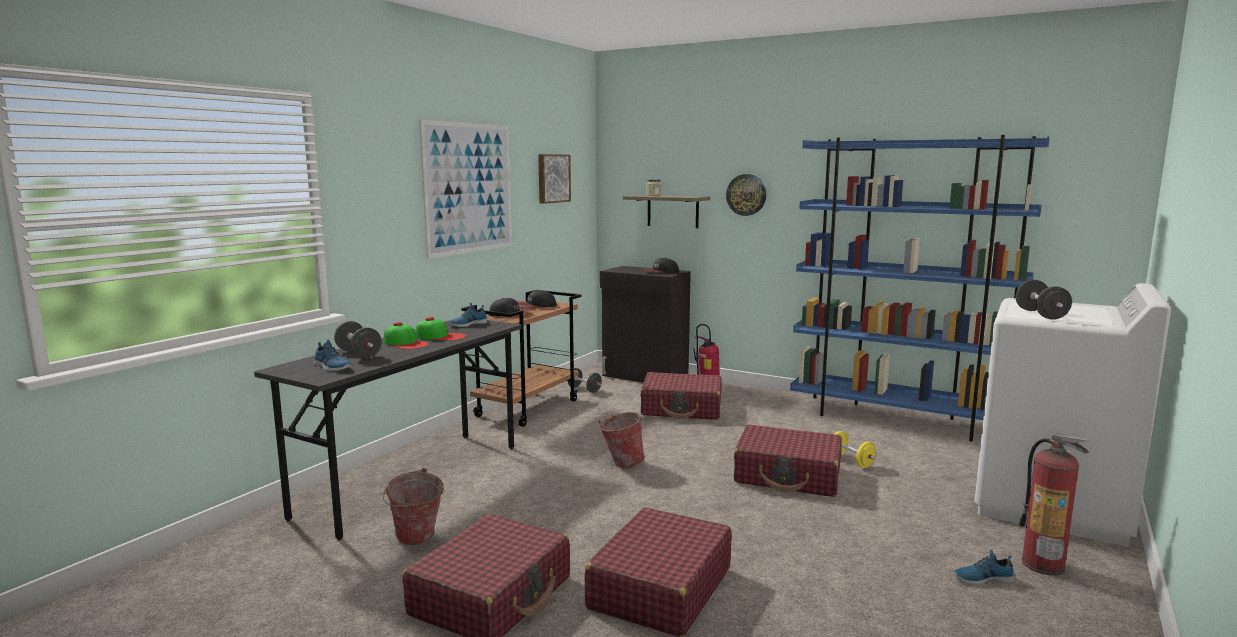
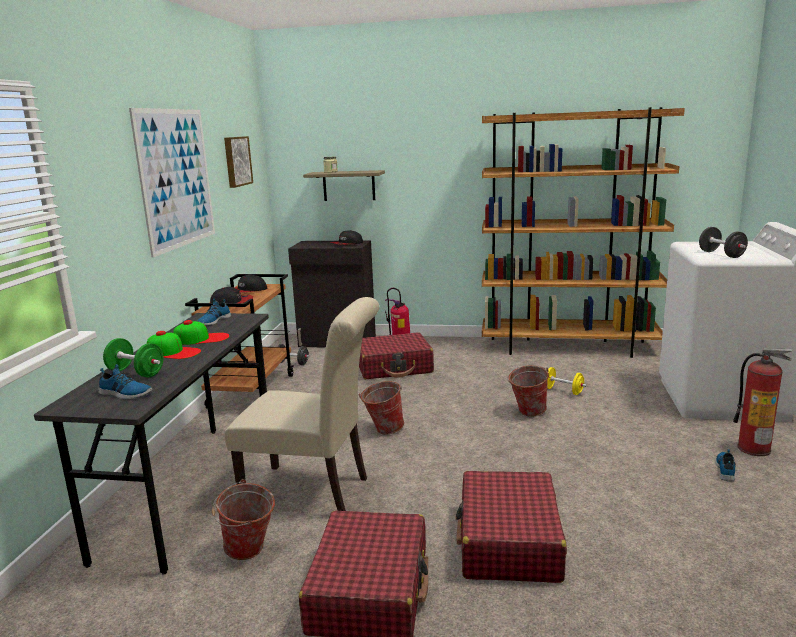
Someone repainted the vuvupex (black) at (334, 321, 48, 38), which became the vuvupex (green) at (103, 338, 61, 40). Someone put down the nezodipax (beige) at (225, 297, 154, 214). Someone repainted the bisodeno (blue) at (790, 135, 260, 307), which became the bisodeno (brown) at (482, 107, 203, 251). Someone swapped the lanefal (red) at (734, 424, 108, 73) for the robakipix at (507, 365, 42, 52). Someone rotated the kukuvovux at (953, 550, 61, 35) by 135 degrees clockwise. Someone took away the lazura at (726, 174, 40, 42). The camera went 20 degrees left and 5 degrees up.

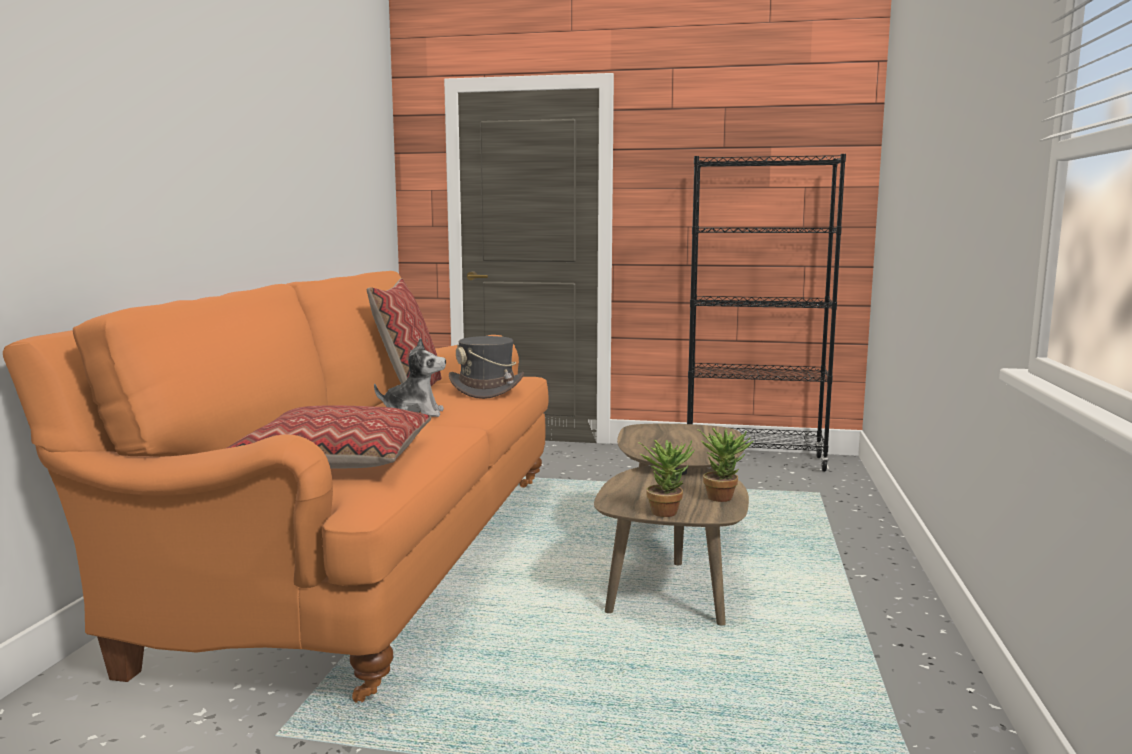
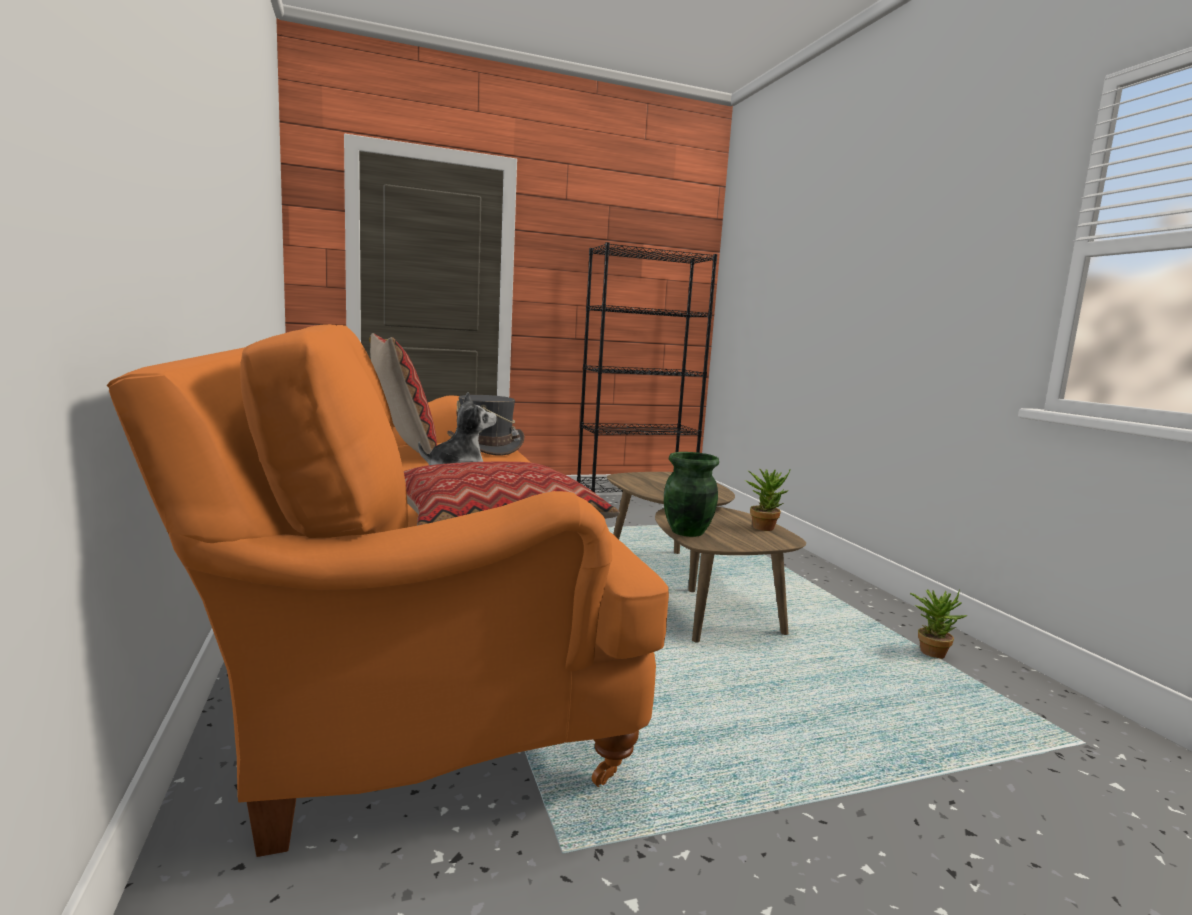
Someone put down the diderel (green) at (664, 452, 55, 85). Someone carried the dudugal from (638, 440, 56, 77) to (910, 589, 57, 70). The camera went 30 degrees left and 0 degrees up.

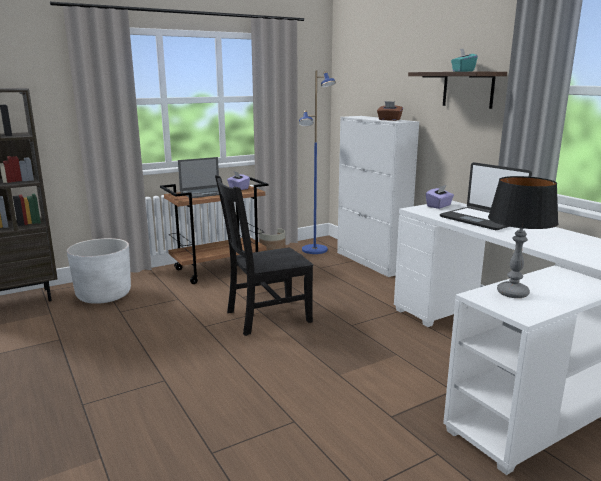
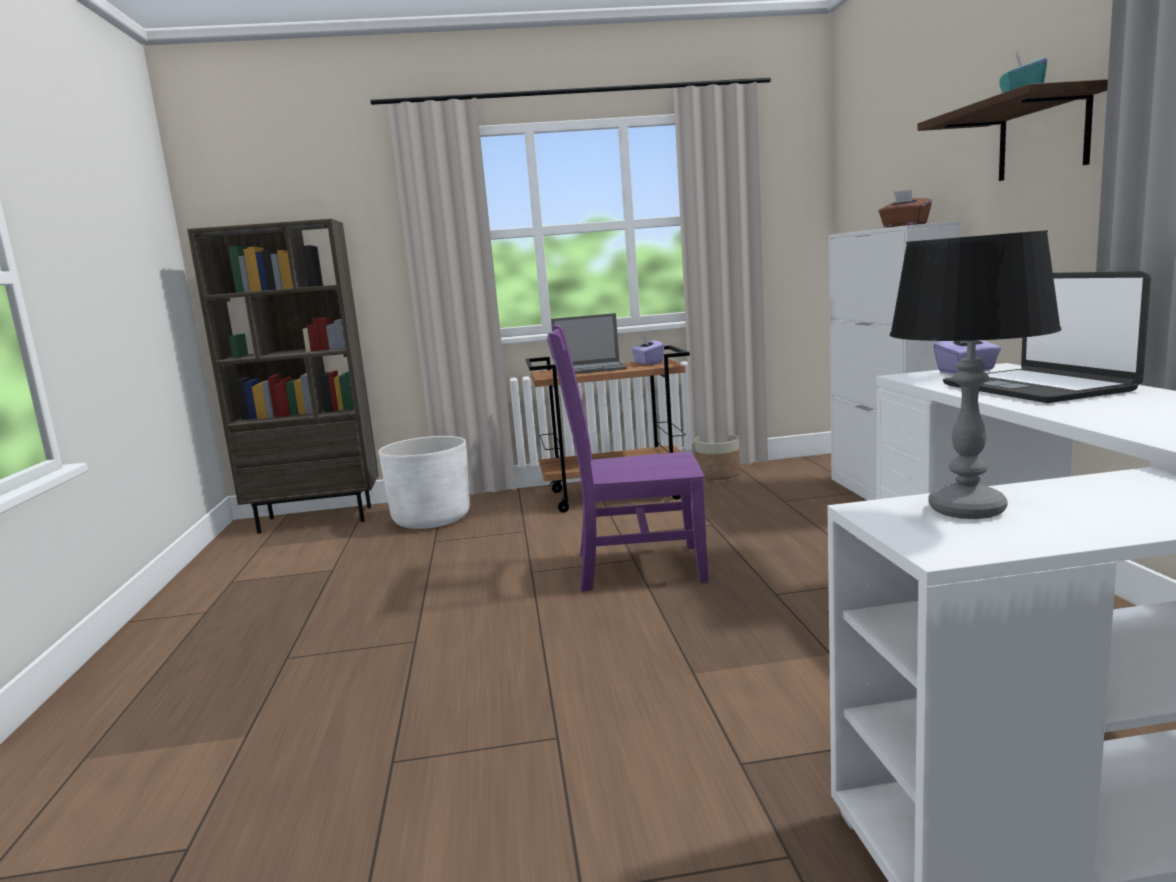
Someone repainted the nezodipax (black) at (215, 175, 98, 161), which became the nezodipax (purple) at (547, 325, 161, 267). Someone took away the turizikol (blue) at (299, 70, 37, 184). The camera went 25 degrees right and 5 degrees down.

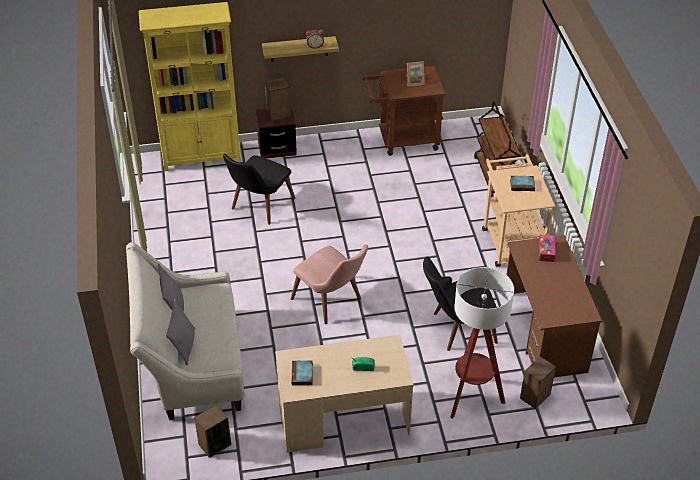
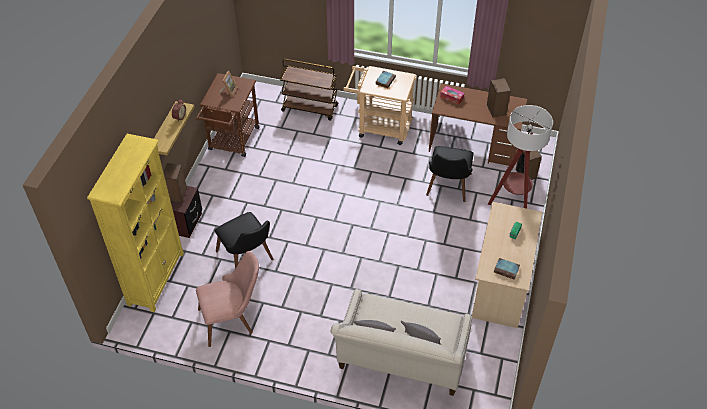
Someone carried the nezodipax (pink) from (291, 245, 77, 80) to (196, 251, 63, 96). Someone carried the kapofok from (194, 404, 37, 54) to (487, 78, 24, 39). The camera went 65 degrees left and 5 degrees up.

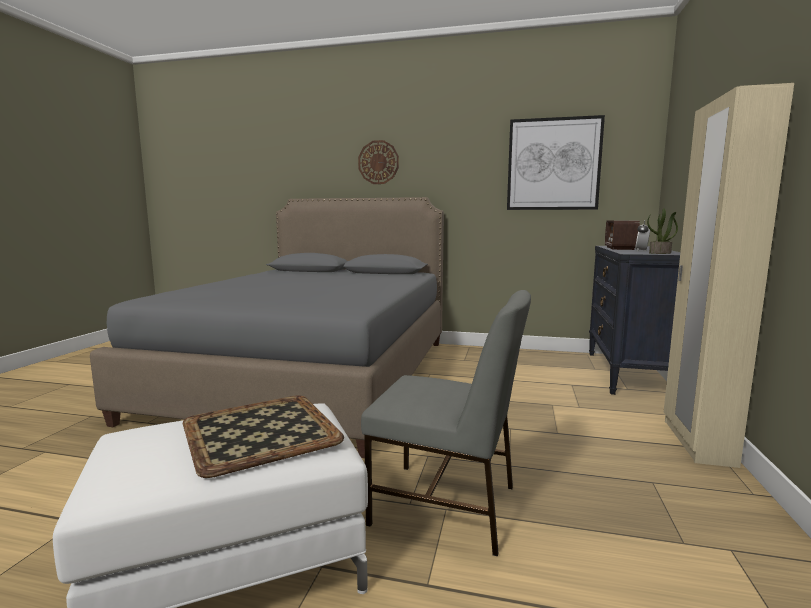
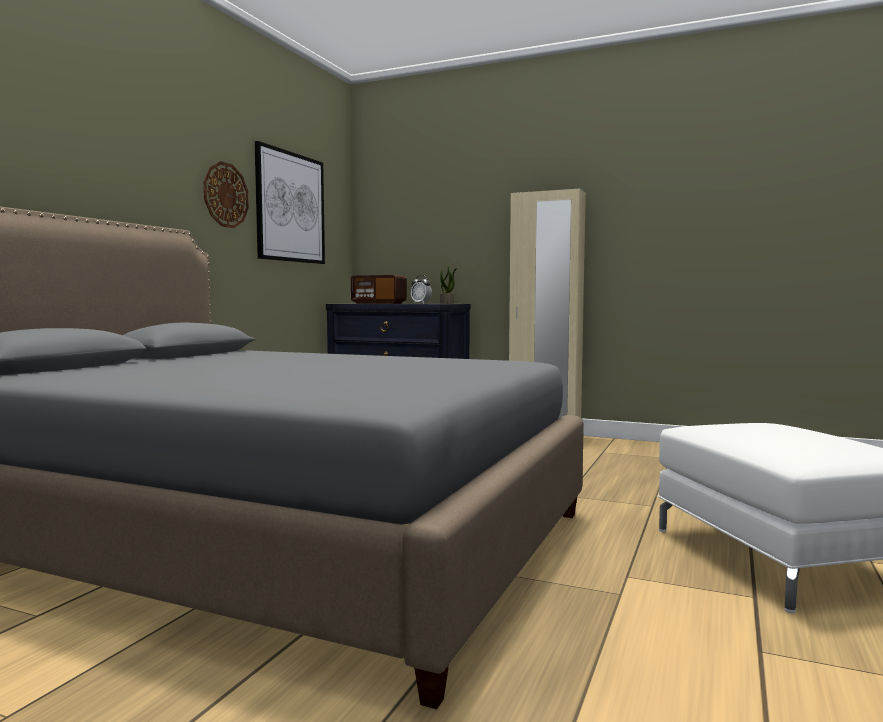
Someone carried the lazura from (358, 140, 41, 44) to (204, 161, 45, 67). Someone took away the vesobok at (183, 395, 161, 83). Someone took away the nezodipax (grey) at (361, 290, 170, 266). The camera went 80 degrees left and 5 degrees down.

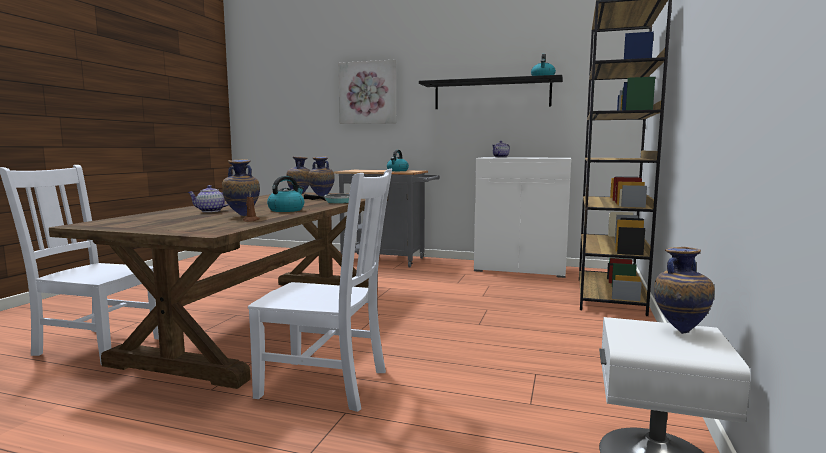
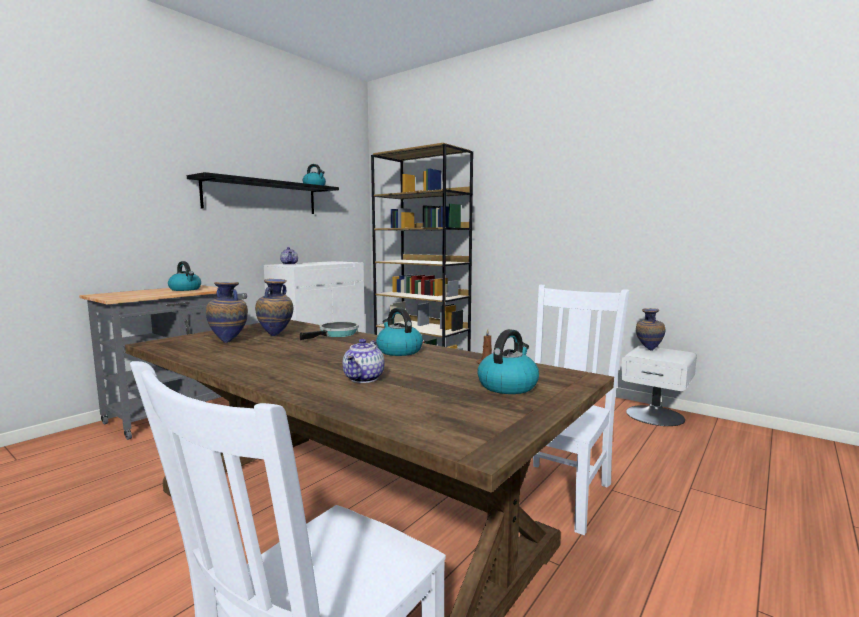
Someone put down the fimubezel at (477, 329, 62, 65). Someone took away the diderel at (222, 159, 38, 57). Someone took away the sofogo at (338, 59, 58, 65). The camera went 70 degrees left and 0 degrees up.

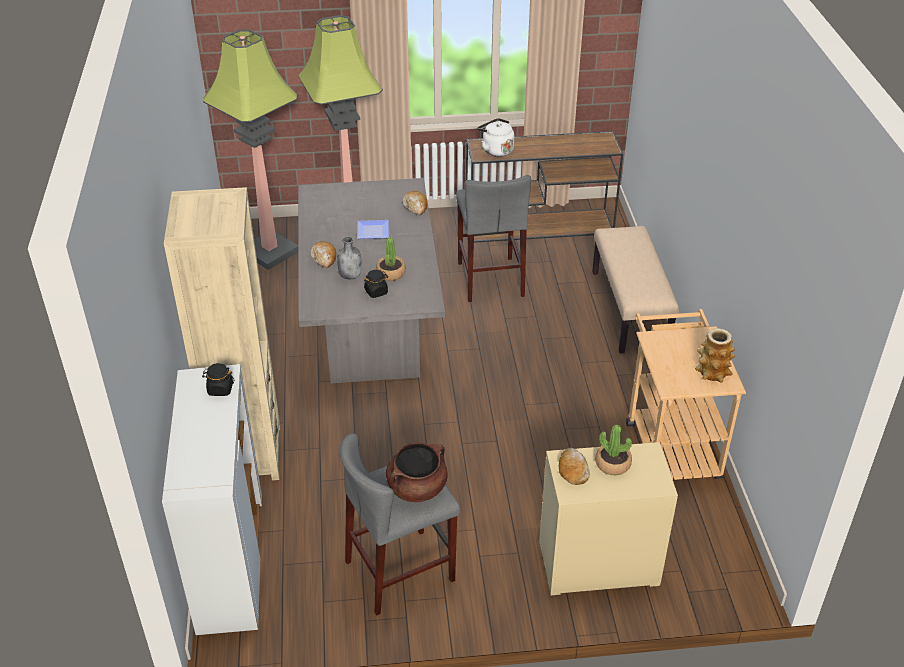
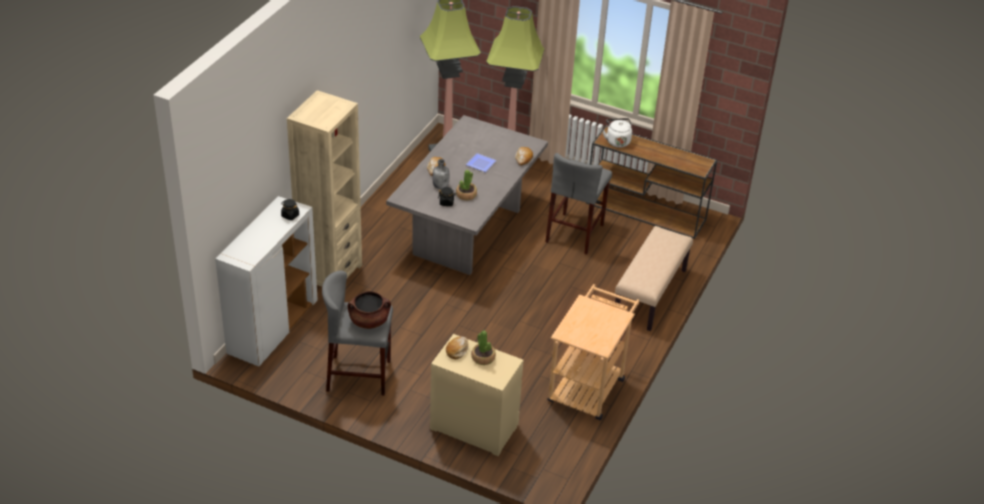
Someone took away the diderel at (695, 328, 40, 55). The camera went 30 degrees right and 0 degrees up.

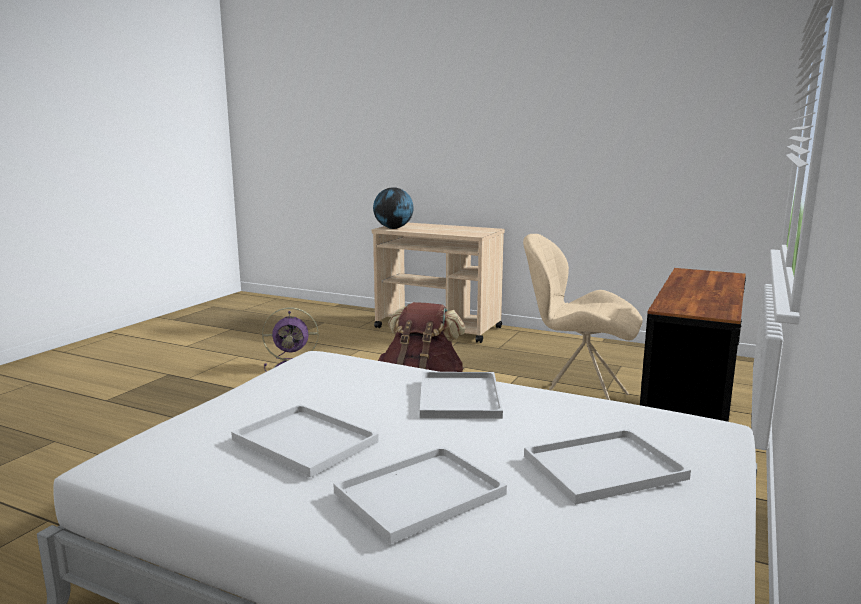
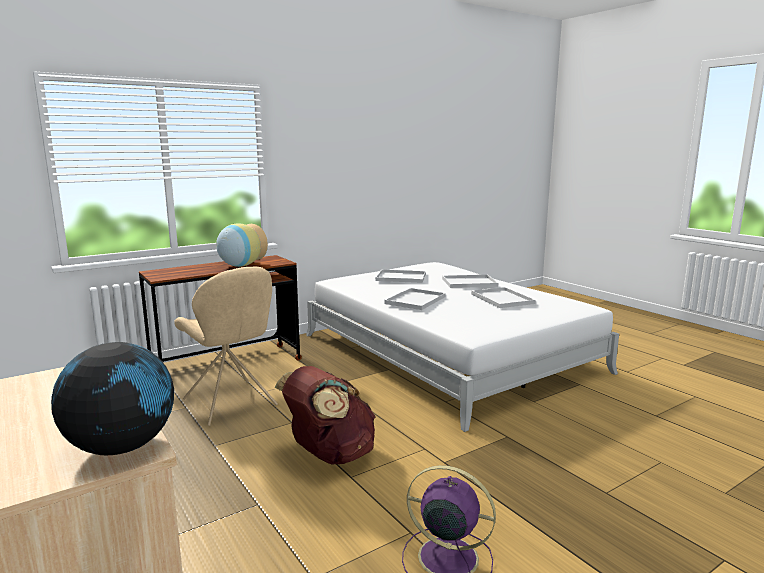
Someone put down the diderel at (216, 223, 52, 44). The camera went 150 degrees left and 0 degrees up.

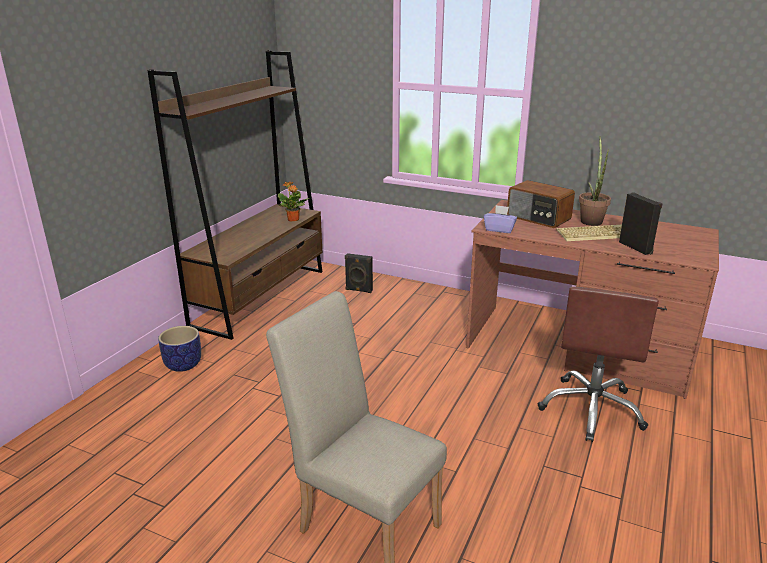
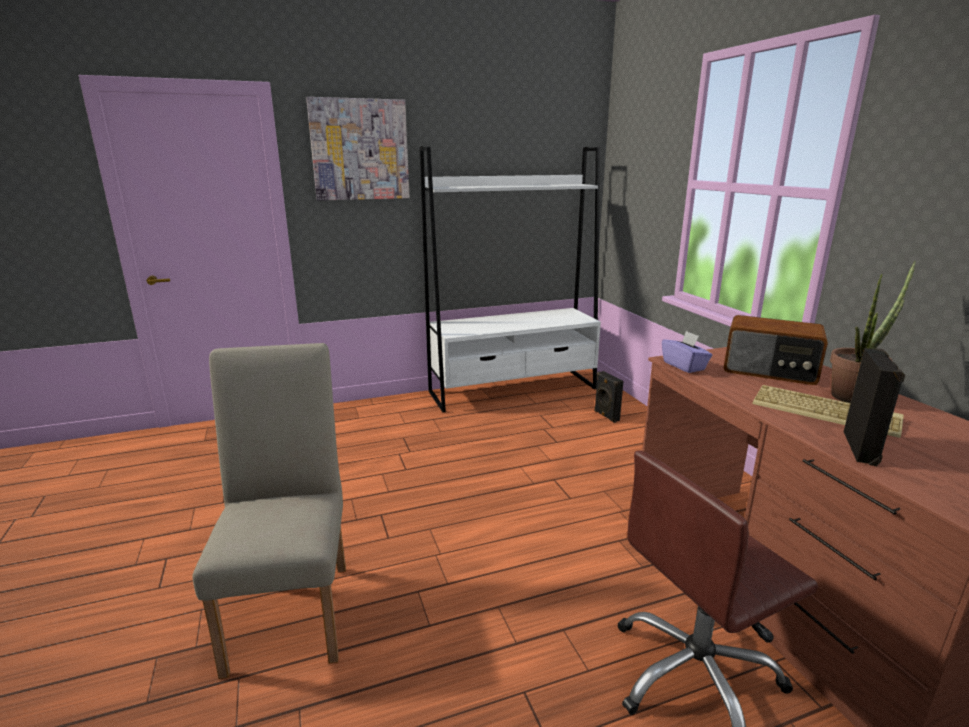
Someone put up the sofogo at (306, 97, 104, 104). Someone repainted the bisodeno (brown) at (147, 50, 176, 290), which became the bisodeno (white) at (419, 146, 182, 266). Someone rotated the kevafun at (507, 180, 68, 48) by 60 degrees counterclockwise. Someone took away the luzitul at (158, 326, 43, 46). Someone took away the dudugal at (278, 182, 31, 40). The camera went 45 degrees right and 5 degrees down.

